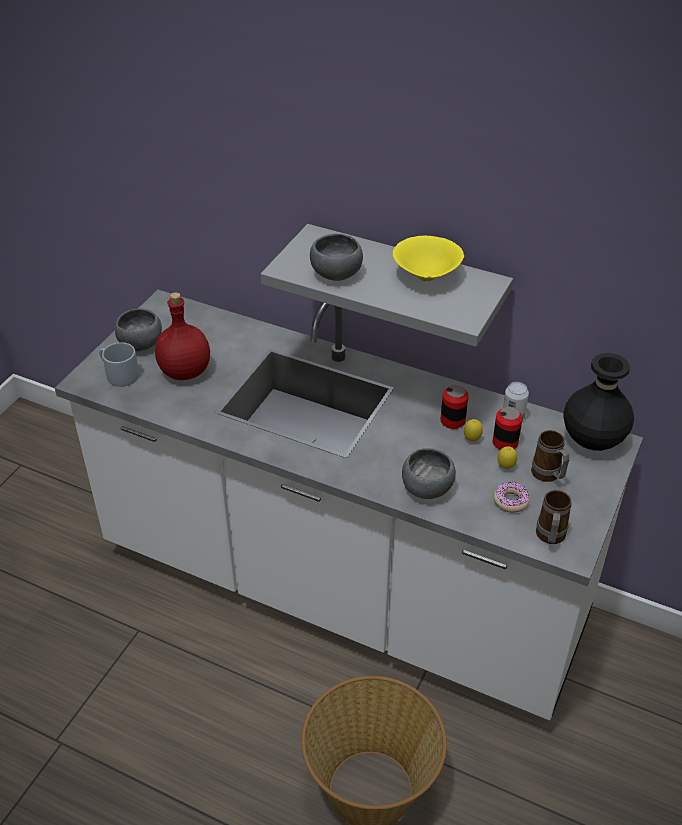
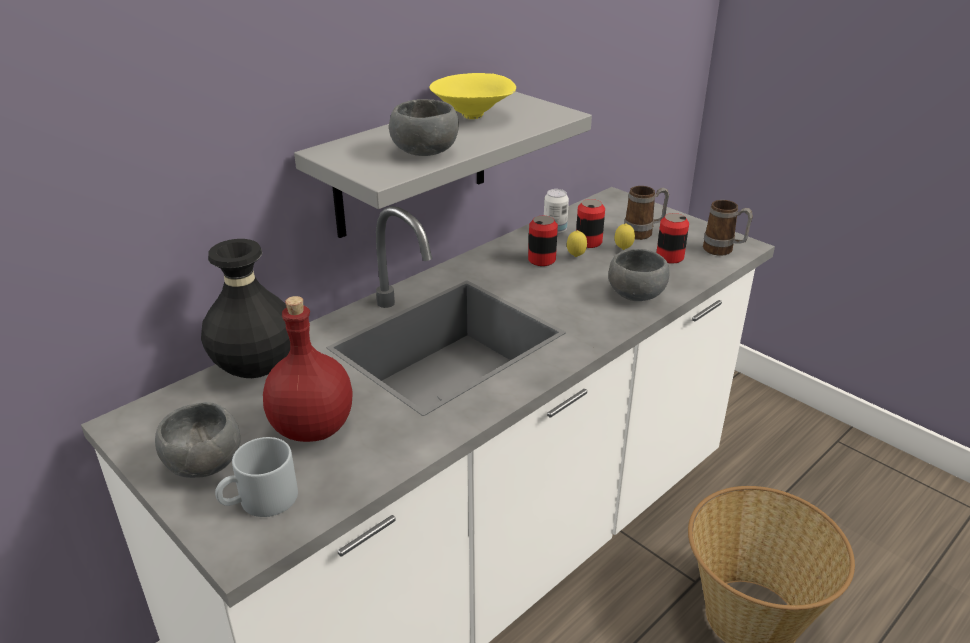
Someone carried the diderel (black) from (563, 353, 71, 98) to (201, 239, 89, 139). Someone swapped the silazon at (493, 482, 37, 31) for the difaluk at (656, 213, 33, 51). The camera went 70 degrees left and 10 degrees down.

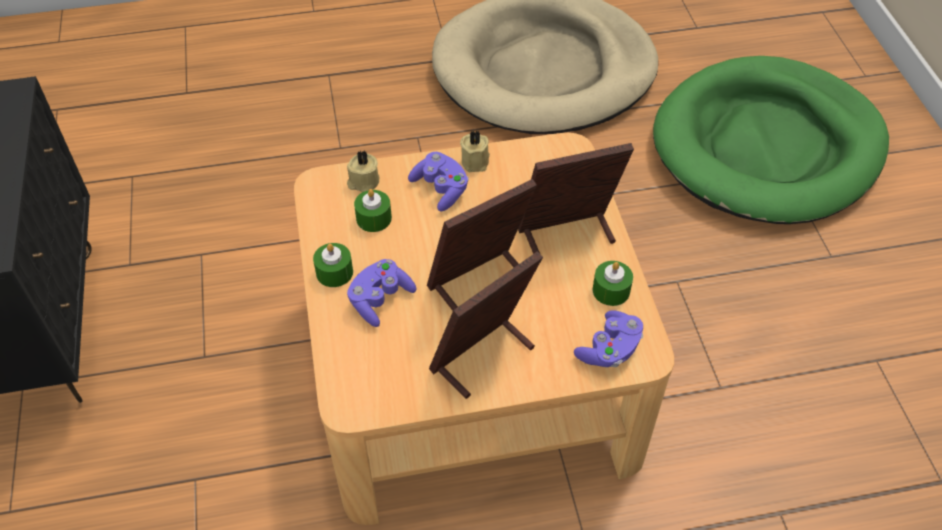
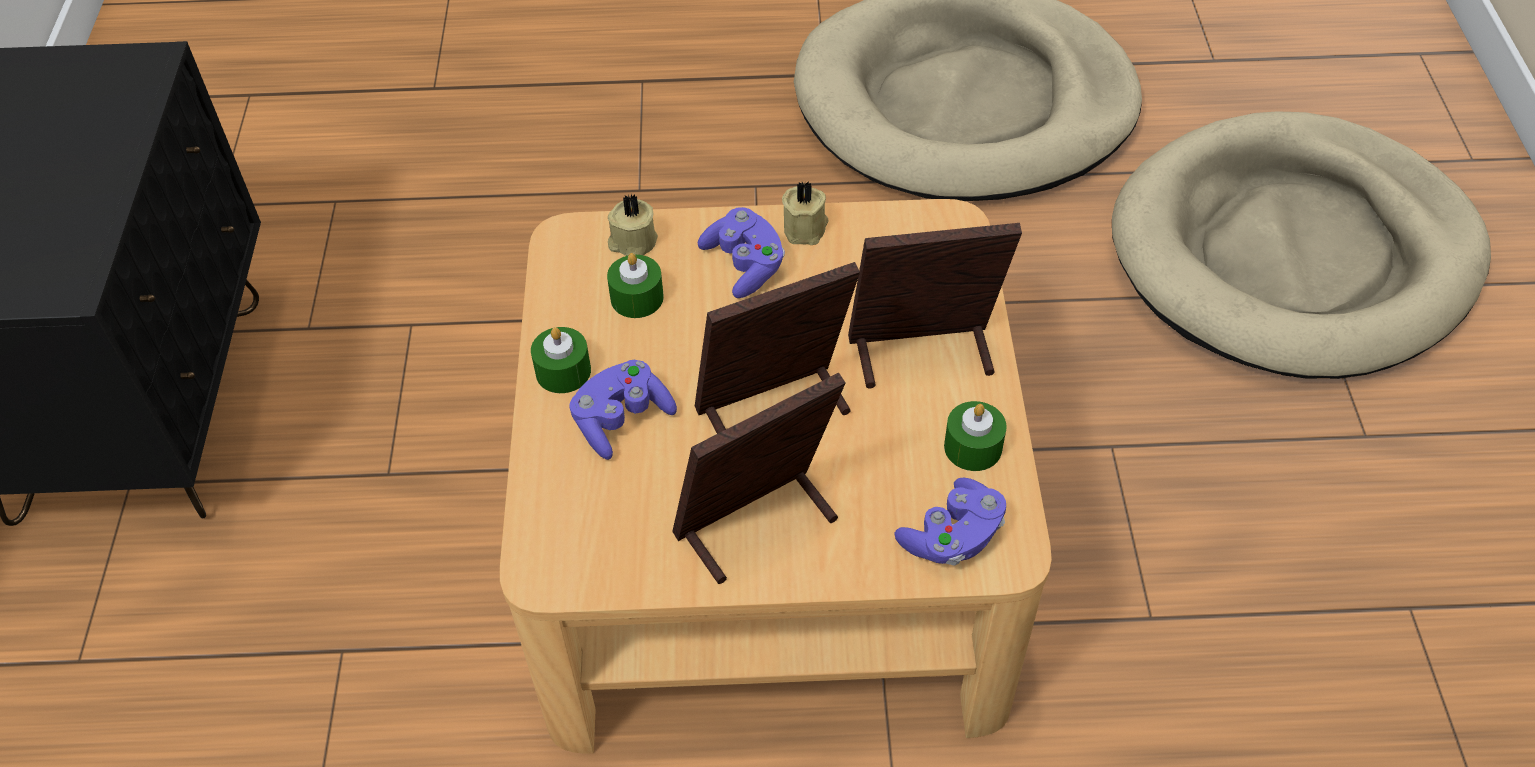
Someone repainted the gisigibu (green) at (653, 56, 236, 168), which became the gisigibu (beige) at (1112, 111, 379, 268). The camera went 10 degrees right and 0 degrees up.

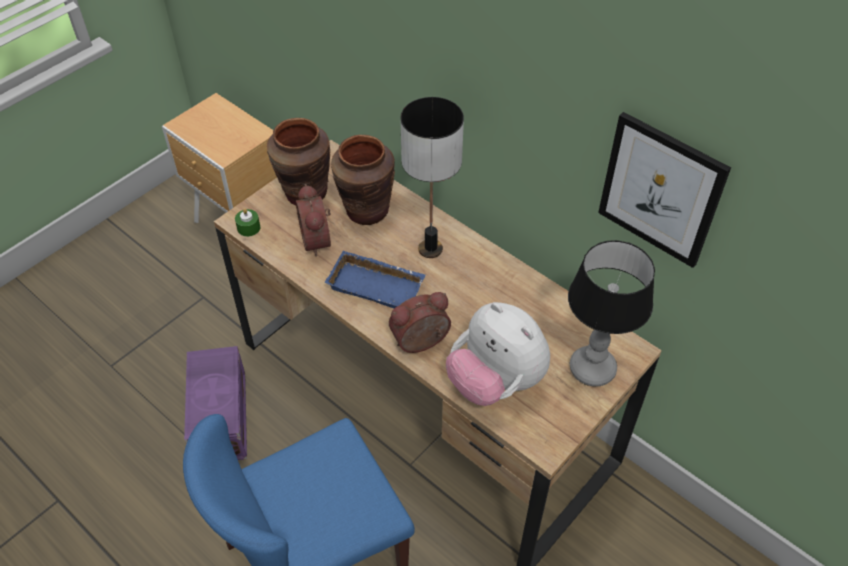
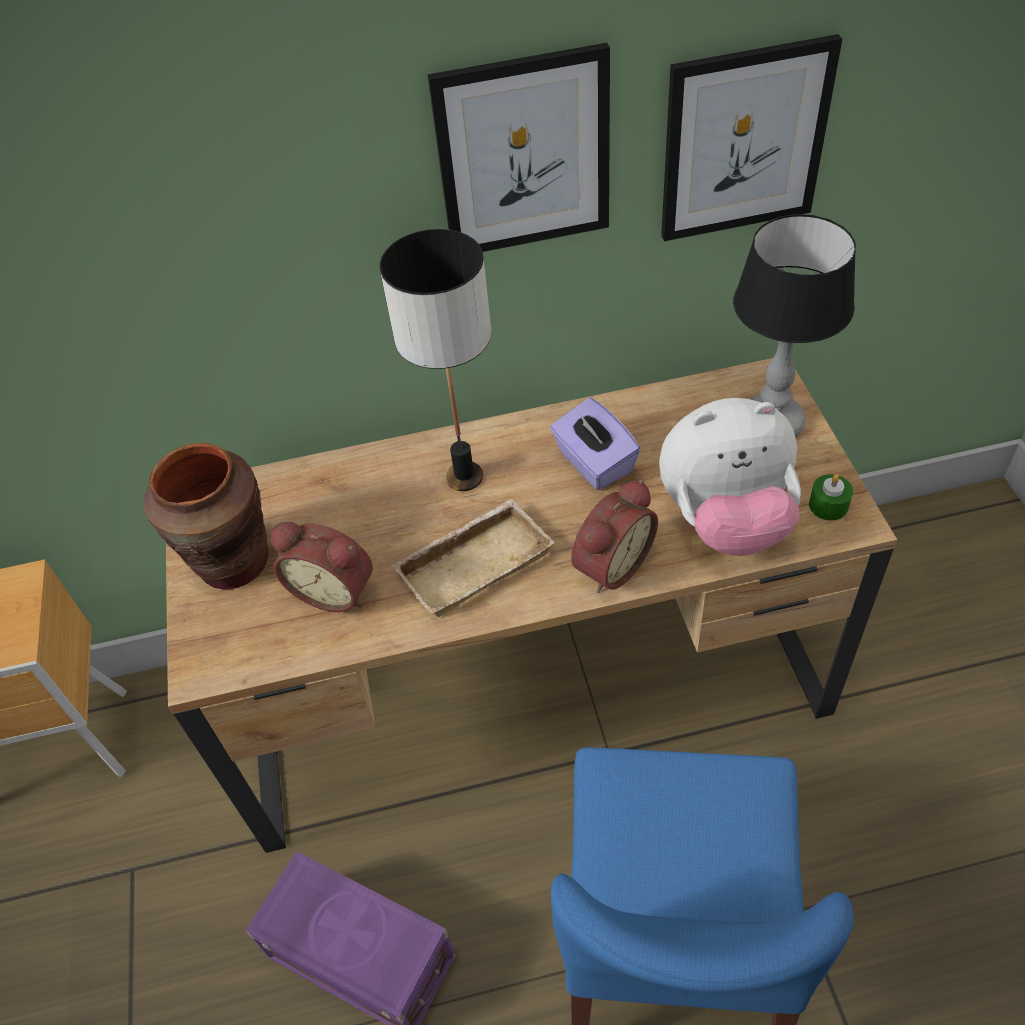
Someone repainted the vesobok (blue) at (325, 251, 101, 57), which became the vesobok (beige) at (392, 499, 163, 118). Someone put up the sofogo at (428, 43, 182, 209). Someone put down the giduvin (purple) at (550, 398, 90, 92). Someone rotated the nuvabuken at (389, 292, 62, 61) by 150 degrees counterclockwise. Someone carried the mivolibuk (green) from (235, 208, 25, 29) to (809, 474, 44, 47). Someone took away the diderel (brown) at (331, 135, 64, 90). The camera went 50 degrees left and 0 degrees up.

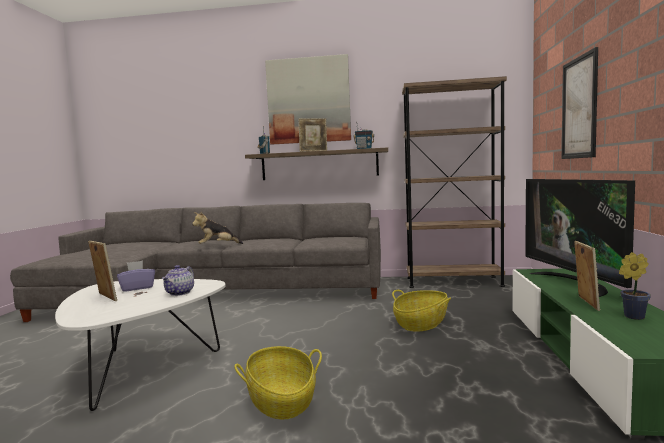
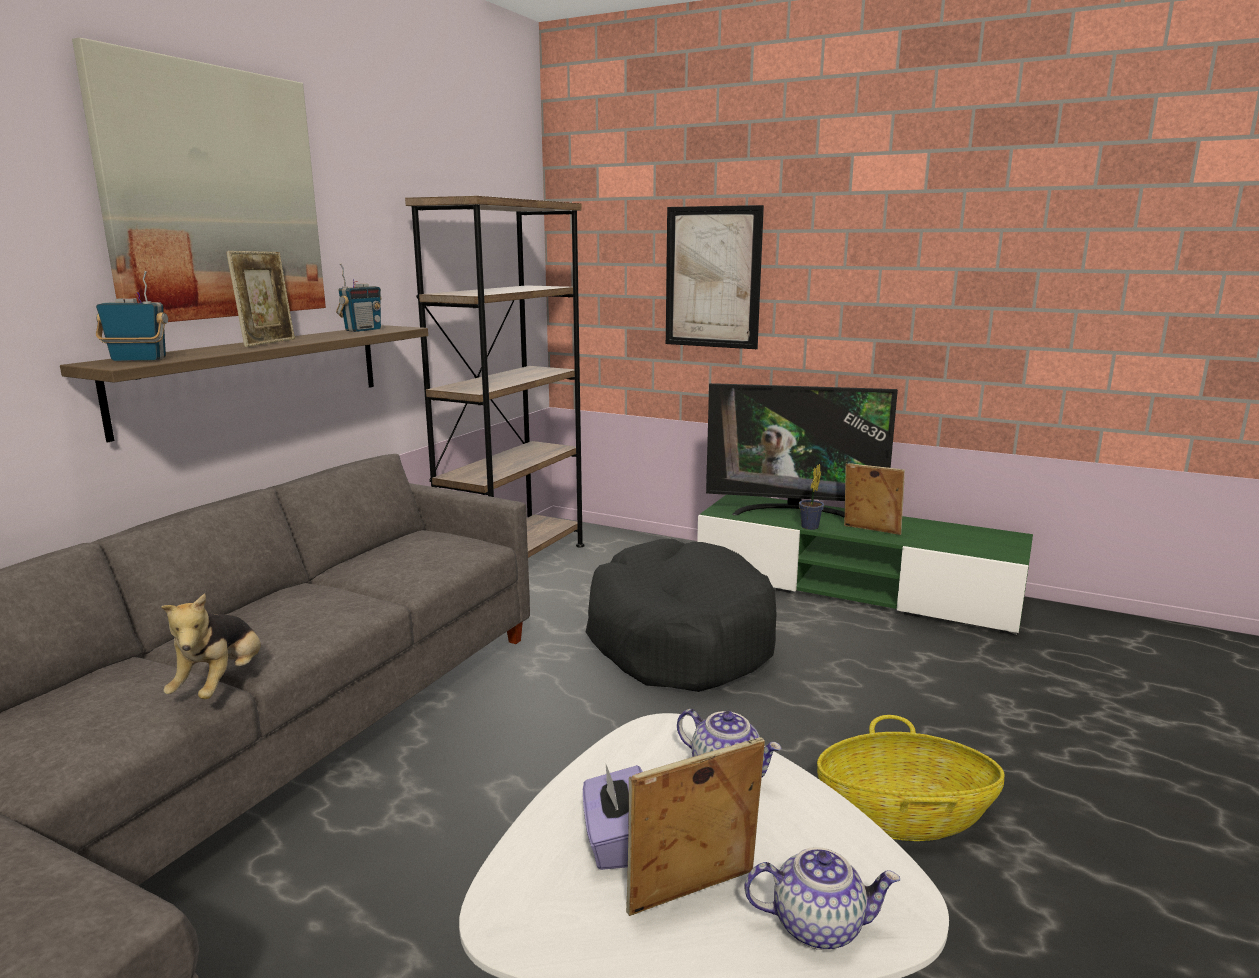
Someone swapped the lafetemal at (392, 290, 59, 42) for the gisigibu (black) at (586, 539, 191, 153). Someone put down the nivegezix at (744, 847, 156, 103). Someone carried the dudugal from (619, 252, 32, 68) to (799, 464, 25, 66). The camera went 70 degrees left and 10 degrees up.

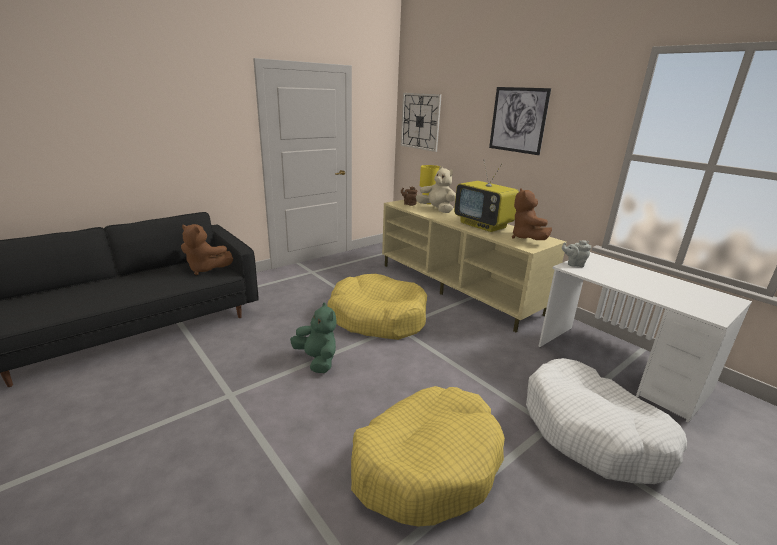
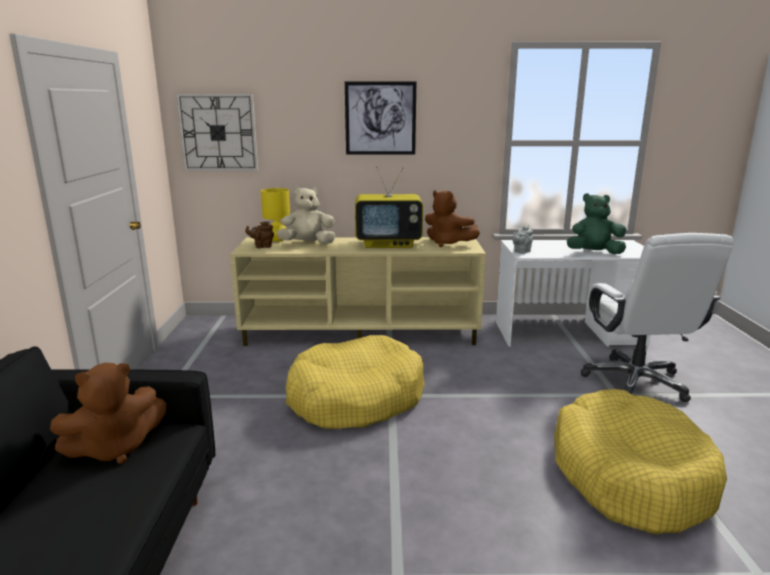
Someone carried the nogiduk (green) from (290, 303, 47, 70) to (567, 193, 59, 61). Someone swapped the gisigibu (white) at (526, 358, 161, 126) for the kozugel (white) at (581, 233, 152, 169). The camera went 50 degrees left and 5 degrees down.

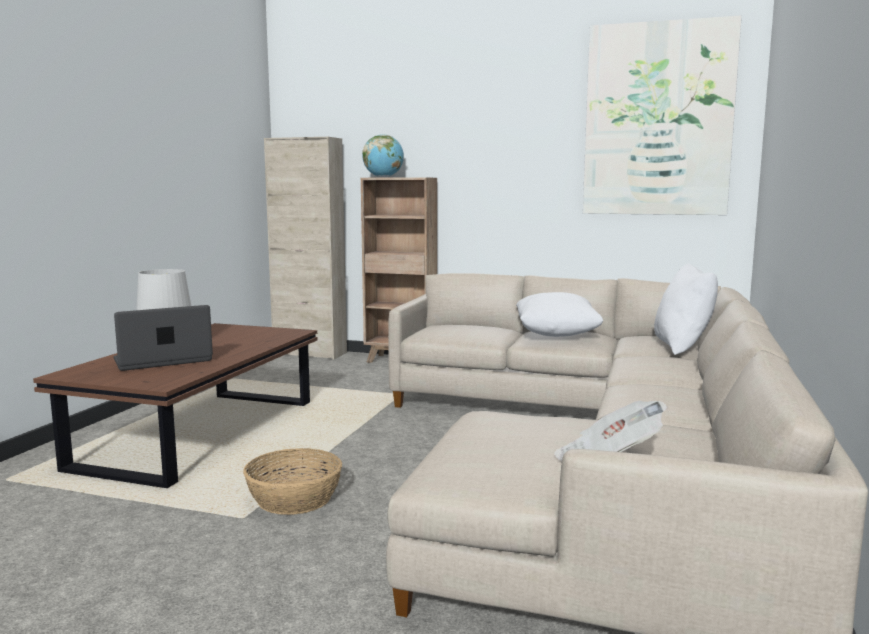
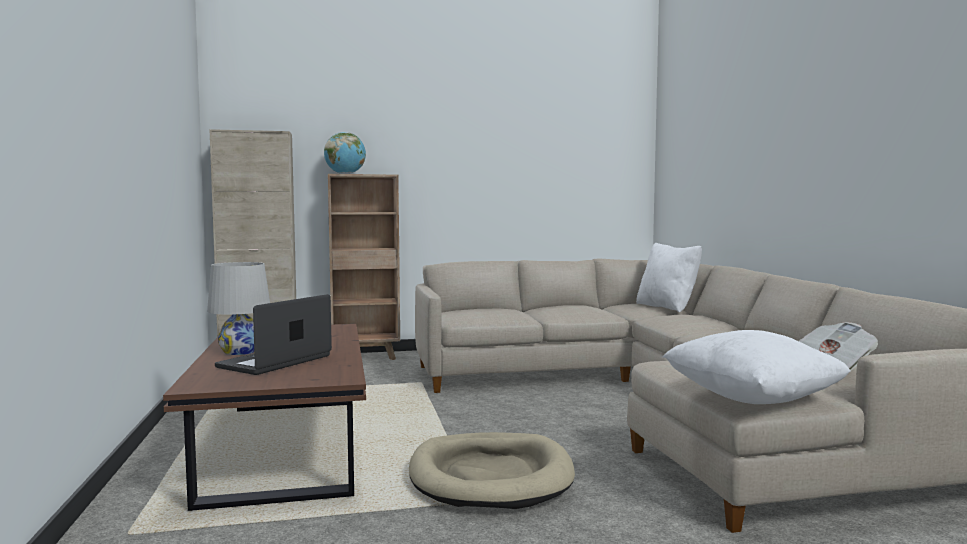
Someone swapped the lafetemal at (243, 448, 99, 67) for the gisigibu (beige) at (409, 432, 166, 77). Someone carried the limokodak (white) from (516, 292, 87, 45) to (662, 330, 189, 74). Someone took away the sofogo at (583, 15, 159, 200). The camera went 30 degrees left and 5 degrees down.

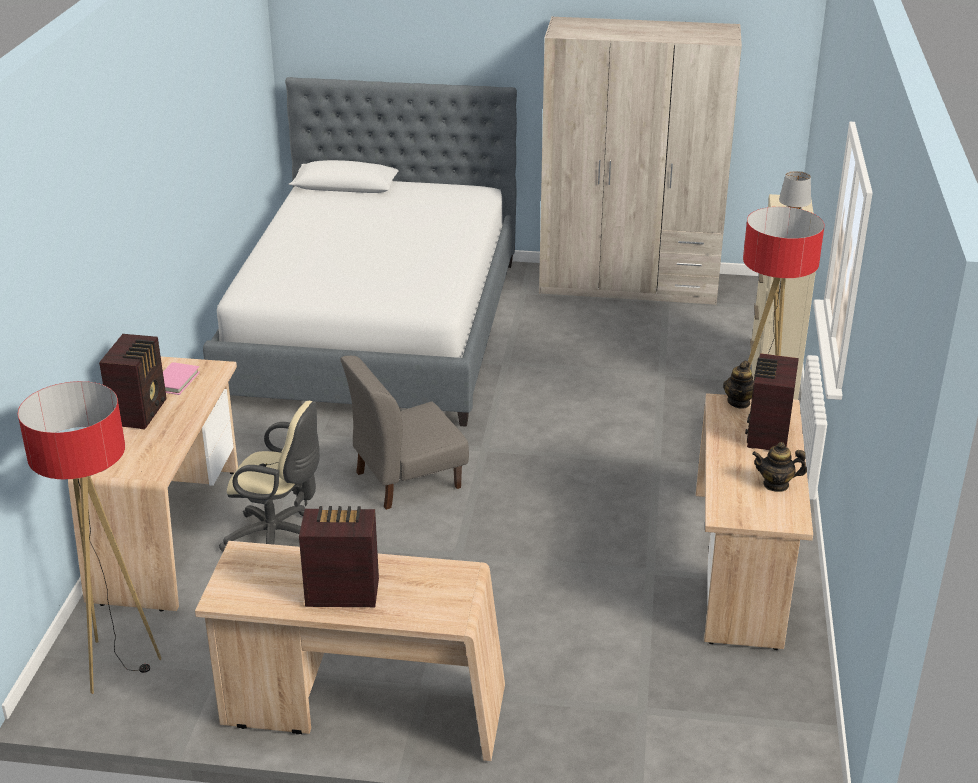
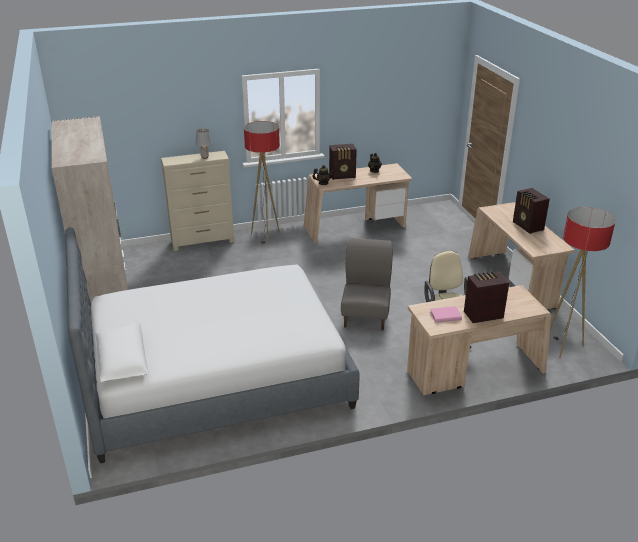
Someone rotated the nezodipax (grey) at (340, 356, 129, 154) by 120 degrees counterclockwise. The camera went 115 degrees left and 0 degrees up.

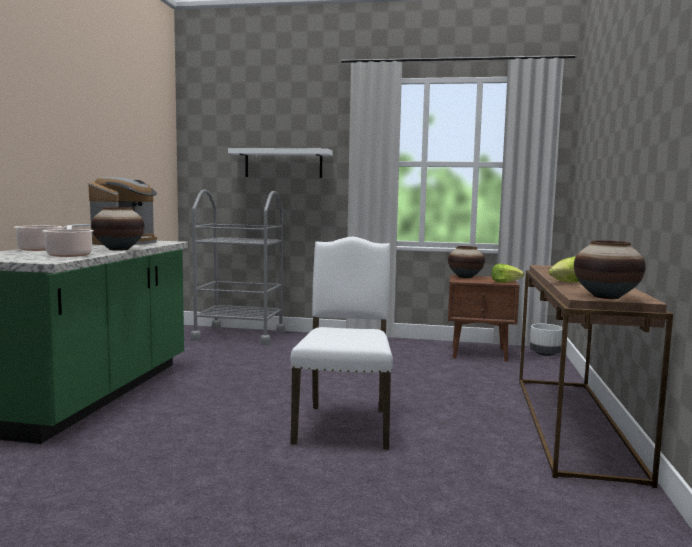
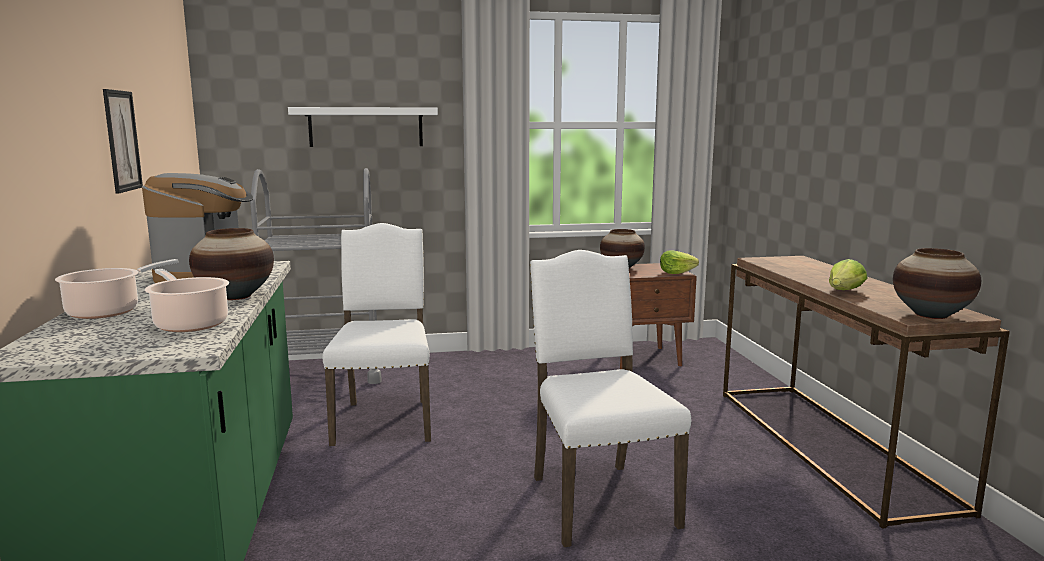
Someone put up the sofogo at (103, 89, 40, 105). Someone put down the nezodipax (white) at (323, 223, 108, 223). Someone took away the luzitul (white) at (530, 324, 32, 32). The camera went 20 degrees left and 5 degrees up.

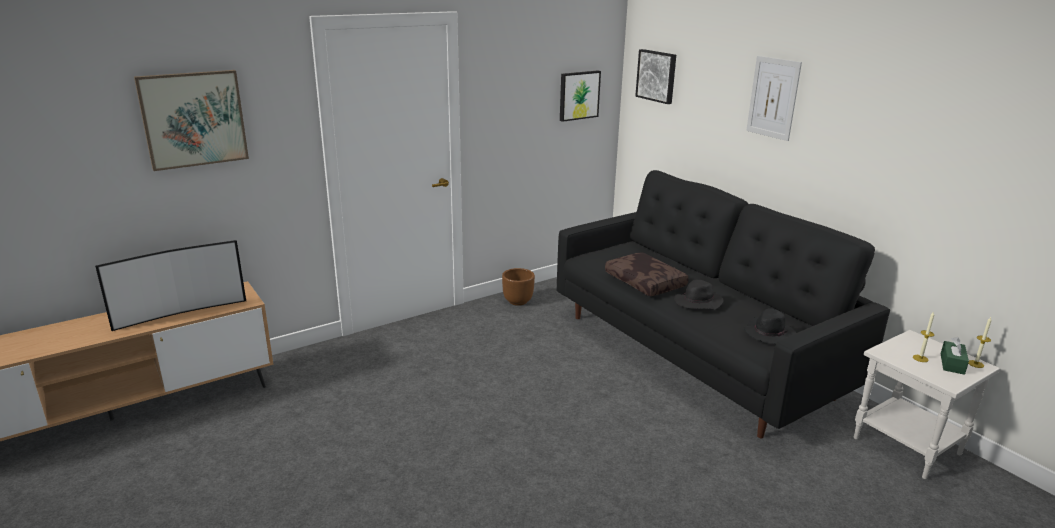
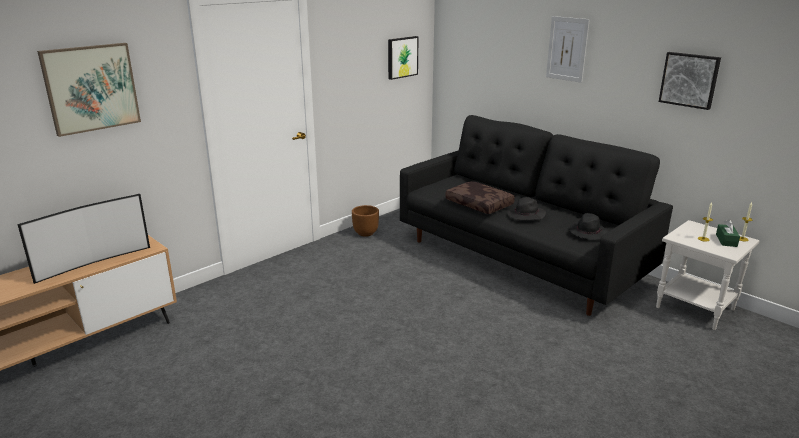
Someone carried the sofogo from (635, 49, 41, 55) to (659, 52, 62, 58). The camera went 10 degrees left and 0 degrees up.

